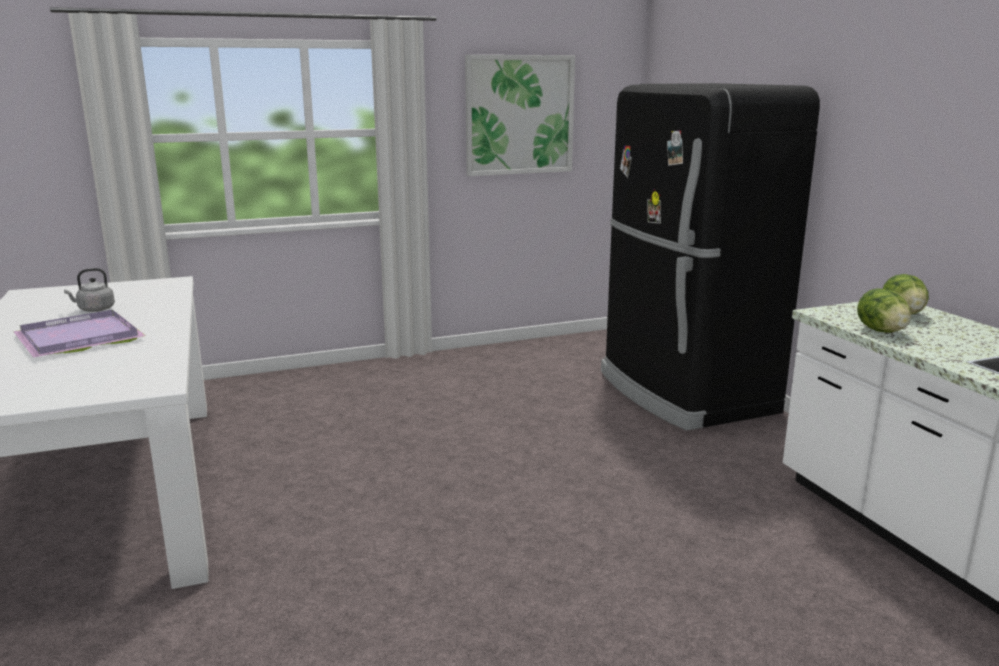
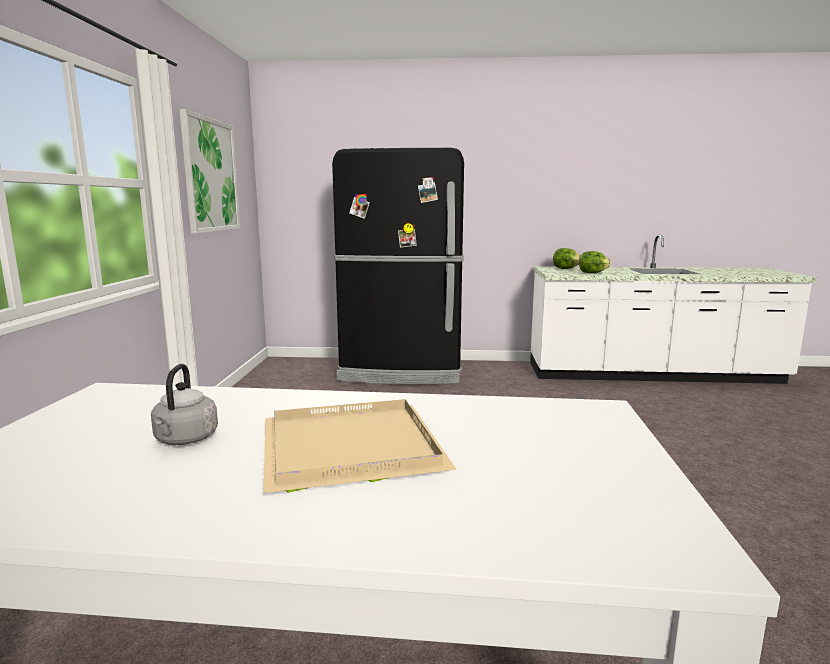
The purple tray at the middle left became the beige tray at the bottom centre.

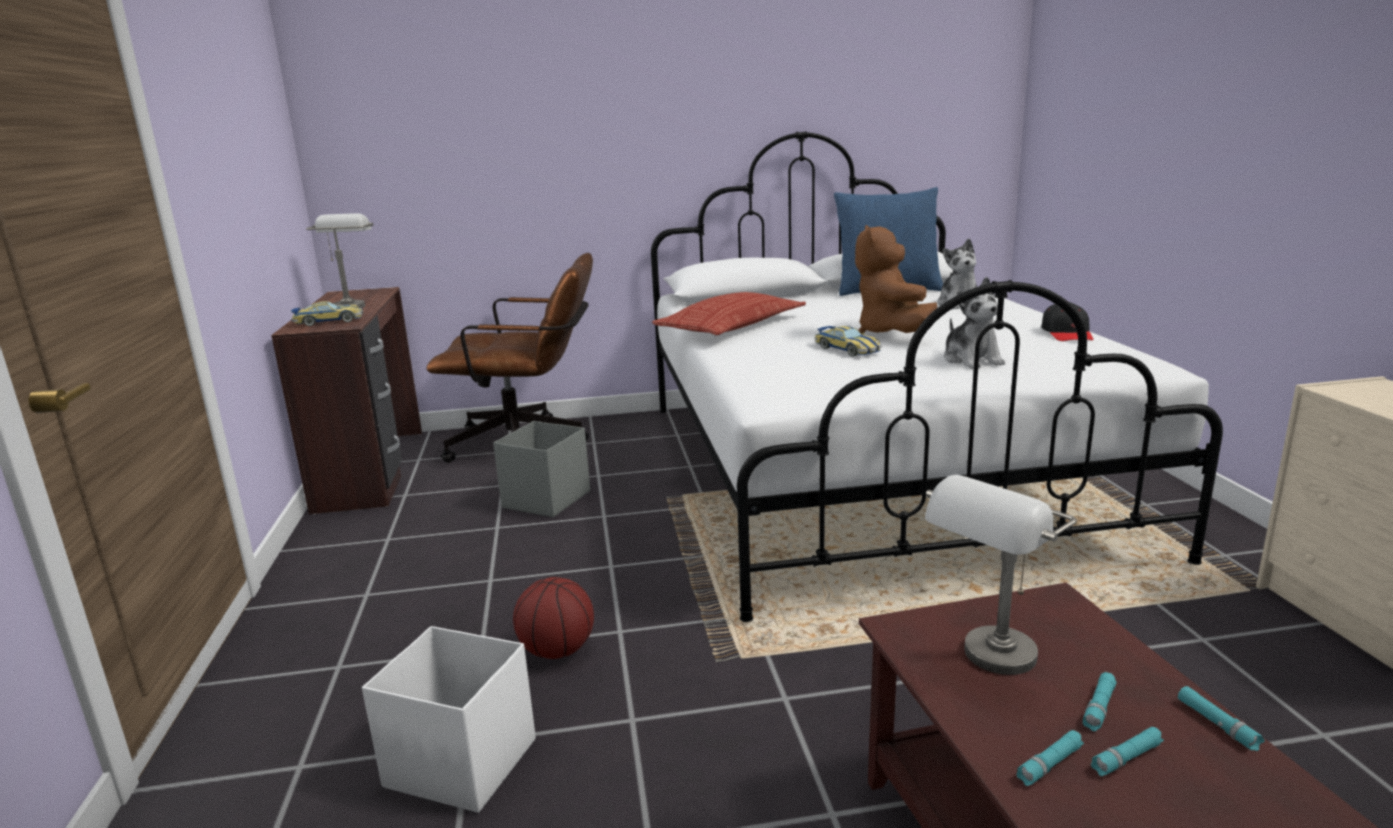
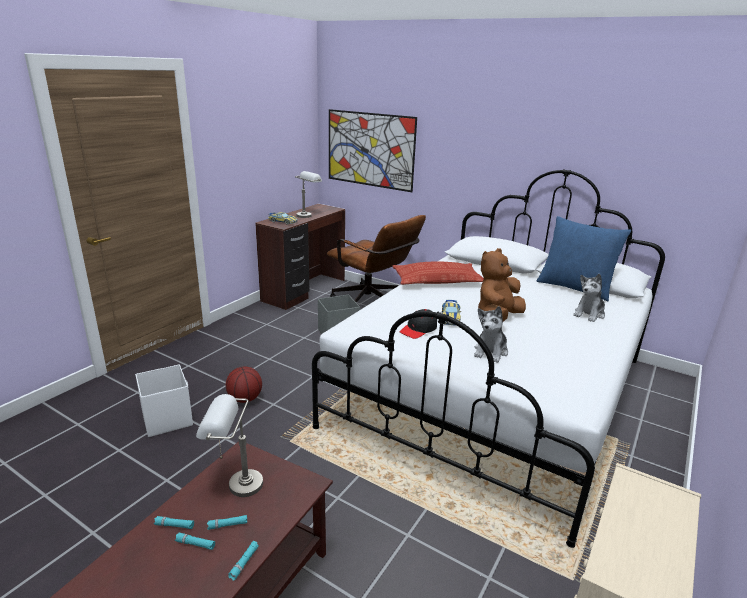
The black cap moved from the middle right to the centre.
The picture at the top centre appeared.

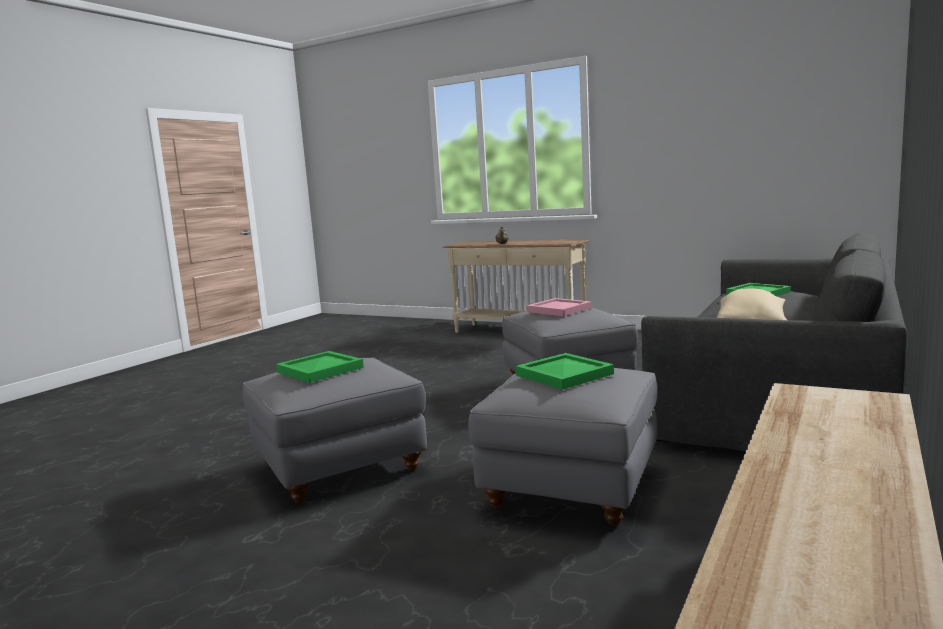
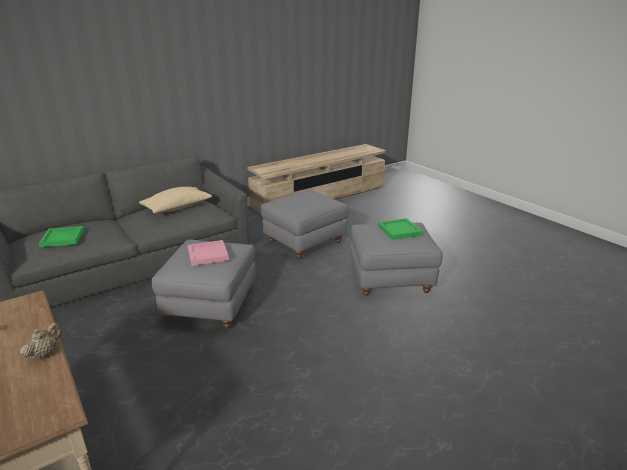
The green tray (no. 2 from left) at the centre disappeared.

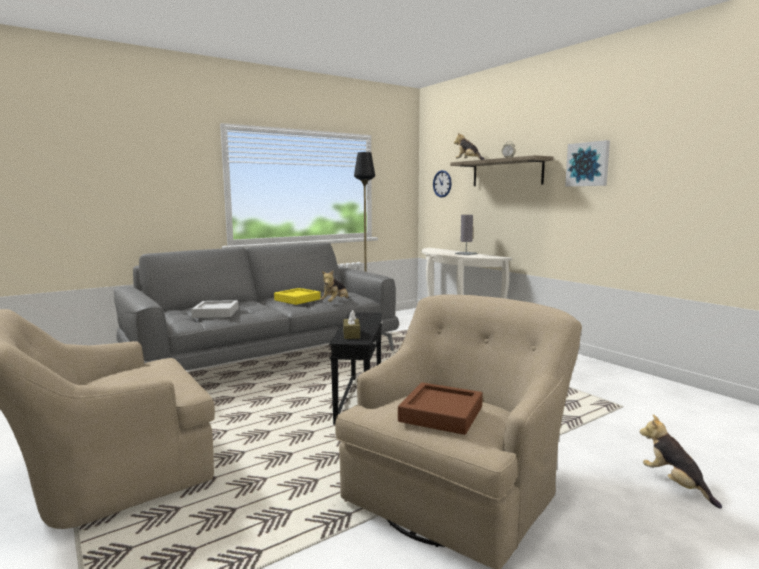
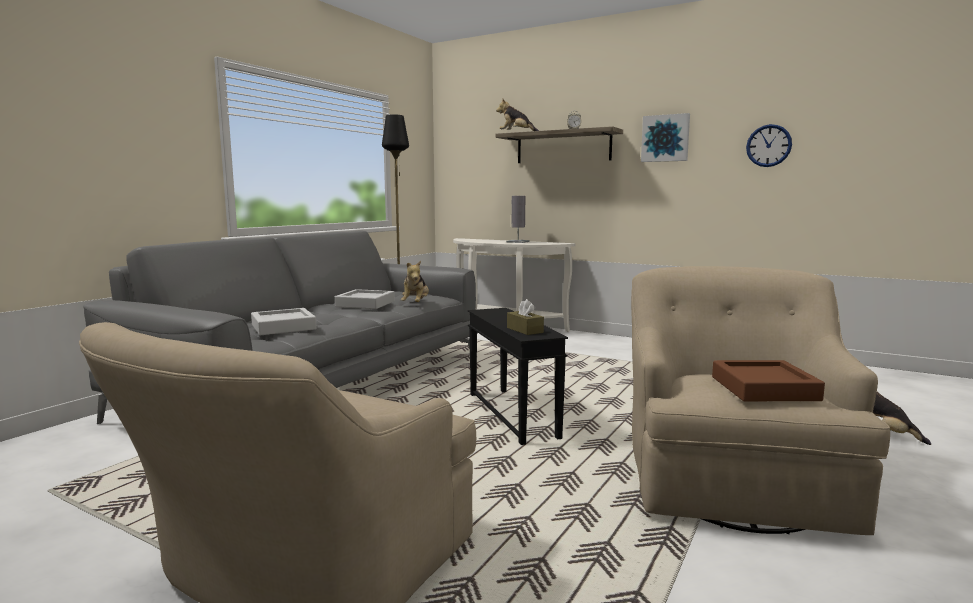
The yellow tray at the centre became the grey tray (no. 2 from left) at the centre.
The wall clock moved from the top centre to the top right.

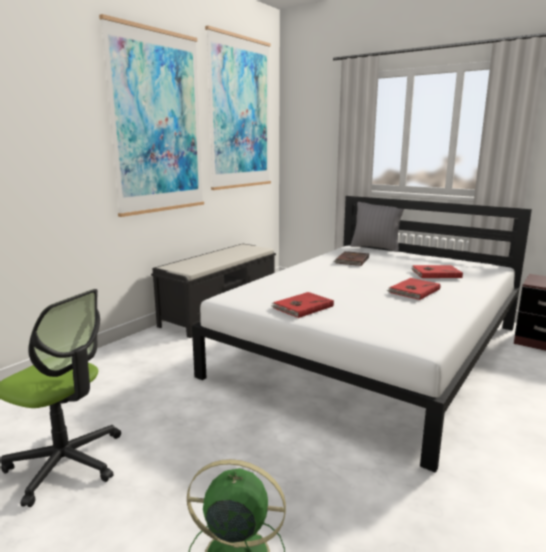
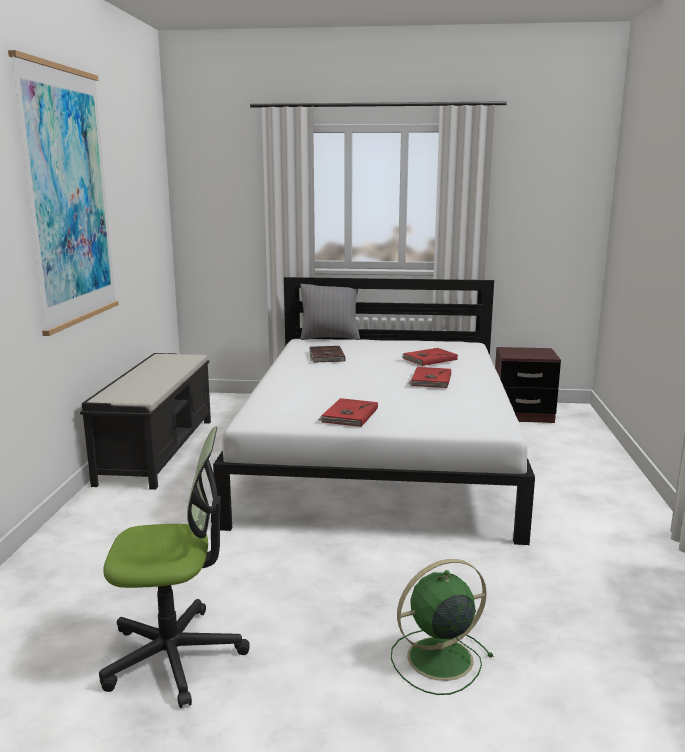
The picture (no. 2 from left) at the top centre disappeared.

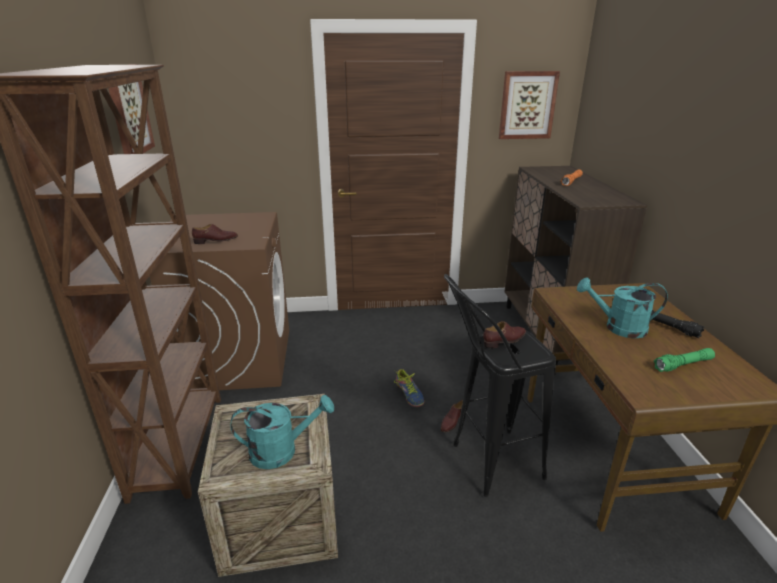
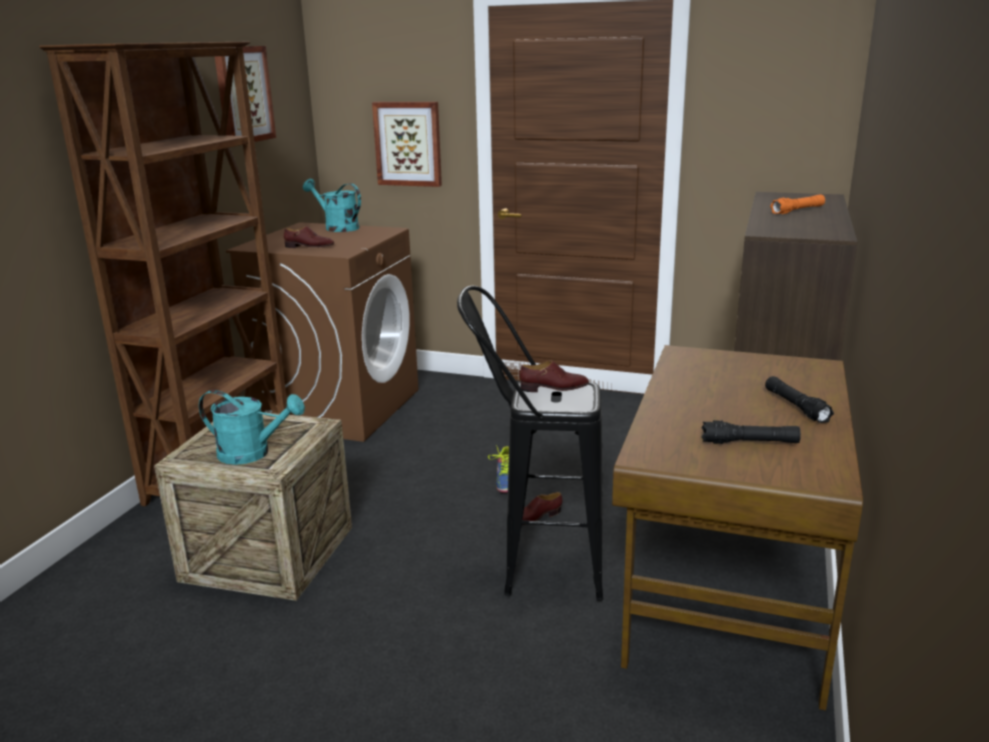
The picture (no. 2 from left) moved from the top right to the top centre.
The turquoise watering can (no. 2 from left) moved from the middle right to the top centre.
The green flashlight at the middle right became the black flashlight (no. 1 from left) at the middle right.

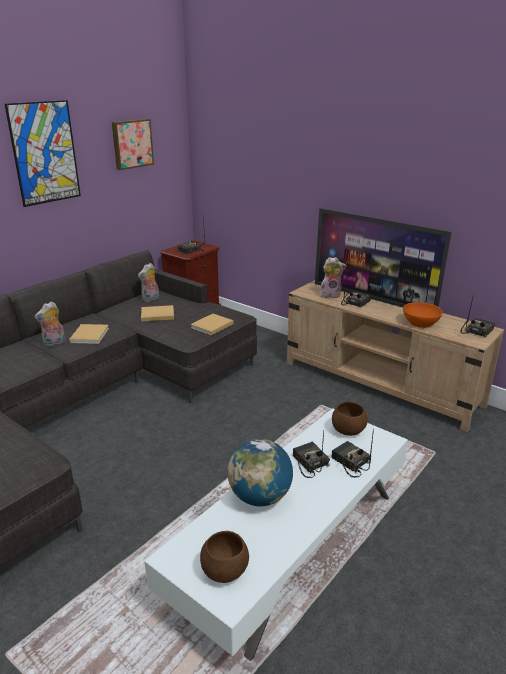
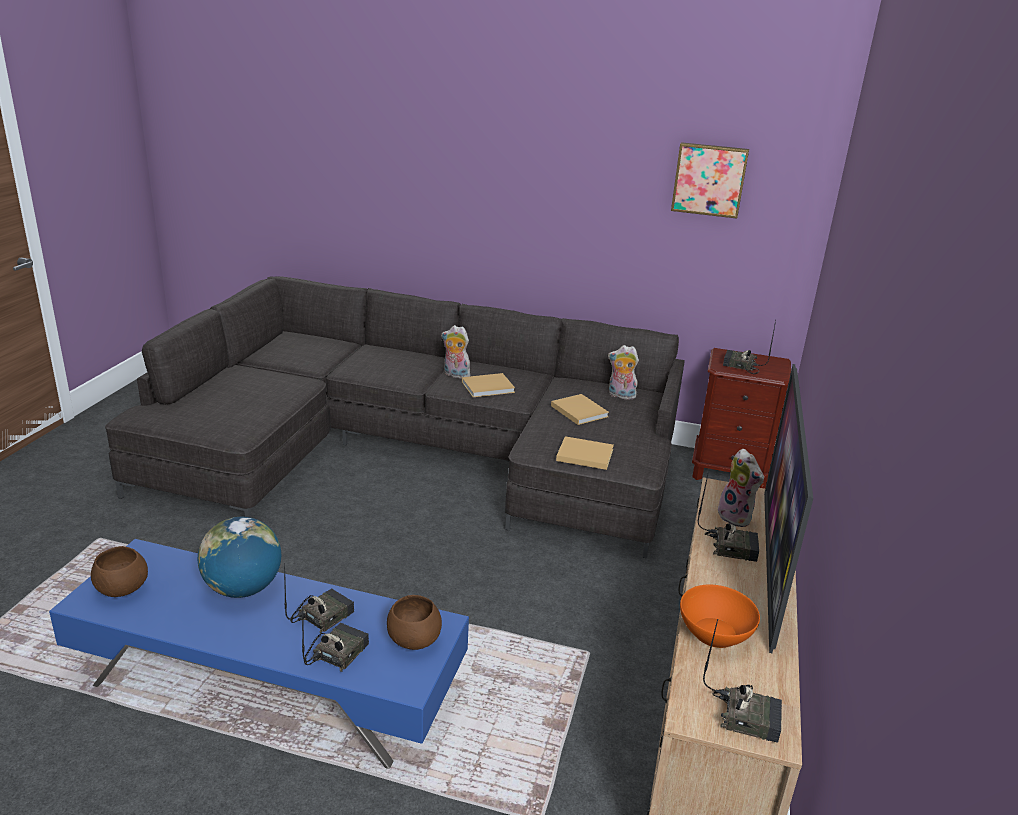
The picture (no. 1 from left) at the top left disappeared.
The white coffee table at the bottom centre became the blue coffee table at the bottom left.

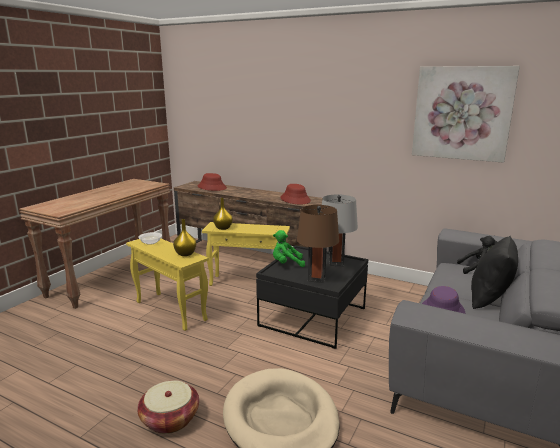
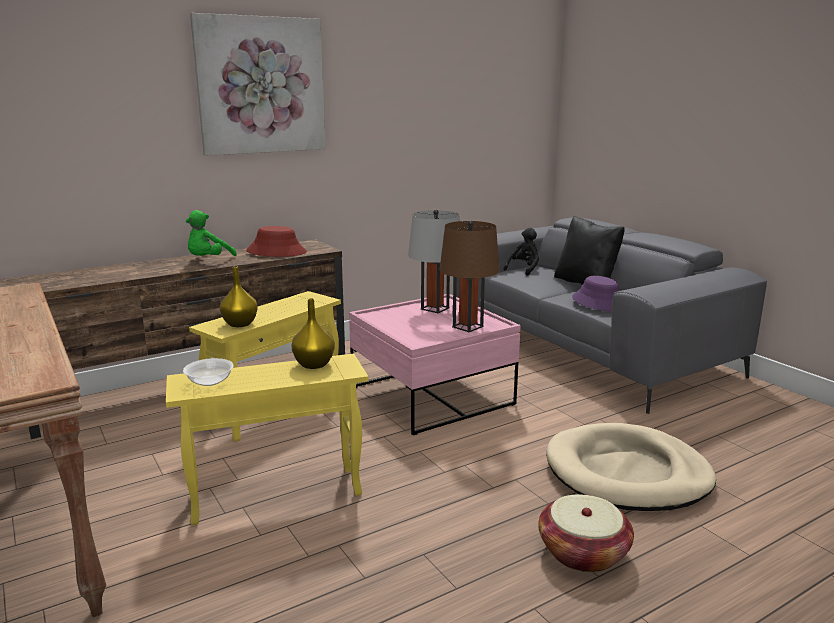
The red hat (no. 1 from left) at the centre disappeared.
The black coffee table at the centre became the pink coffee table at the centre.
The green plush toy moved from the centre to the middle left.
The picture moved from the top right to the top left.

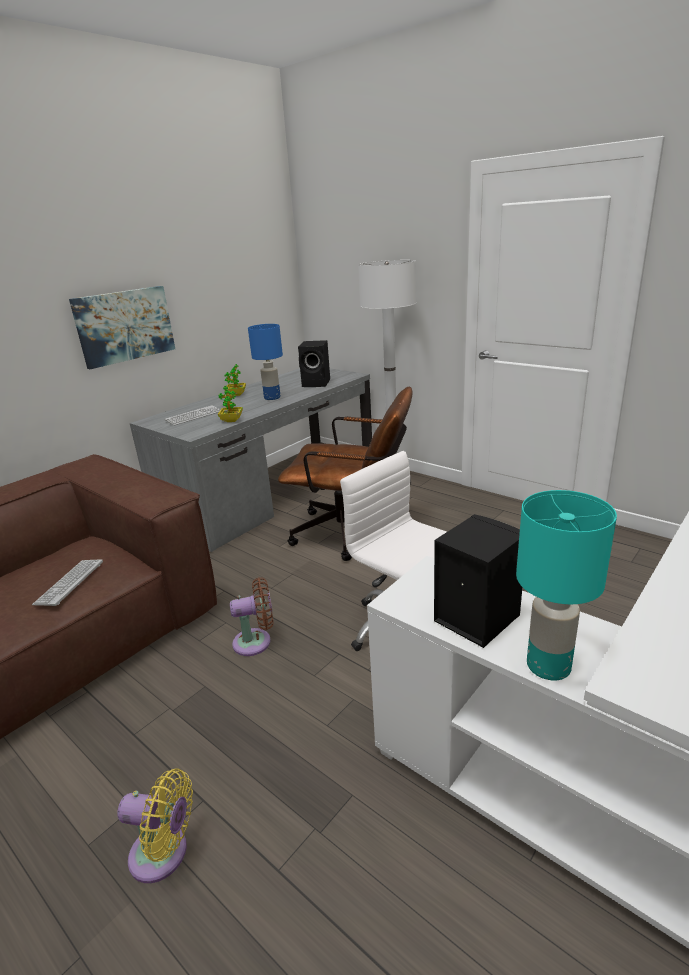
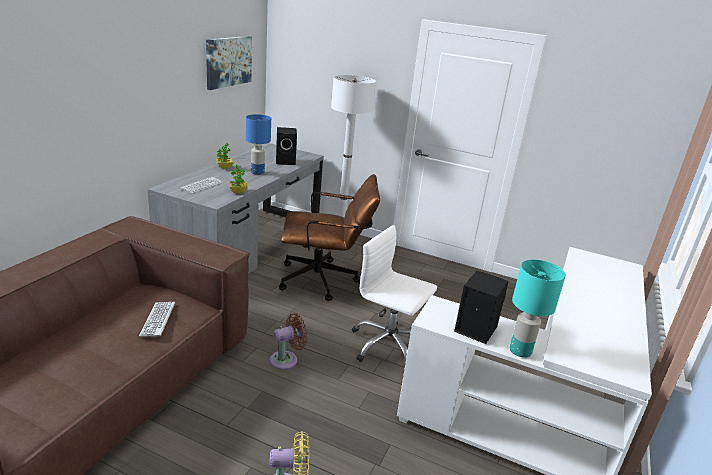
The picture moved from the middle left to the top left.

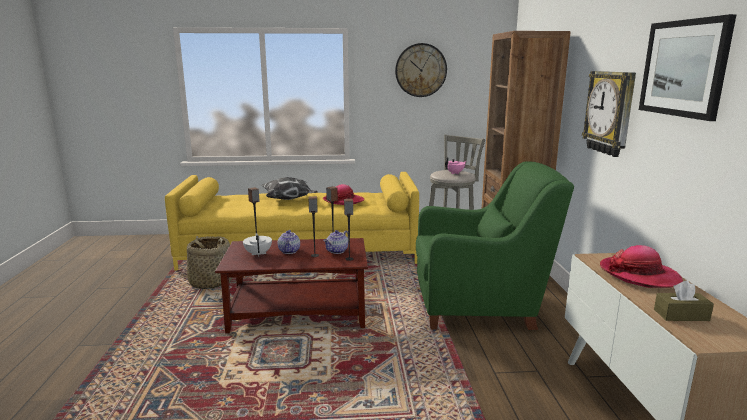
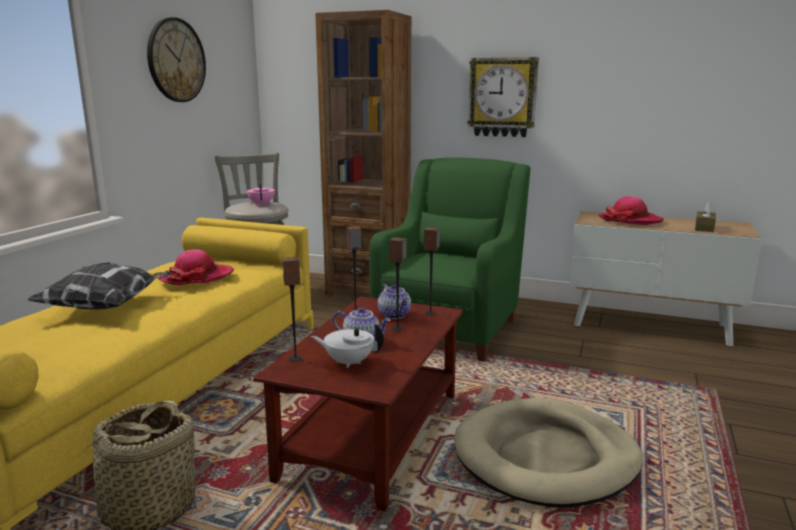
The picture at the top right disappeared.
The beige dog bed at the bottom right appeared.

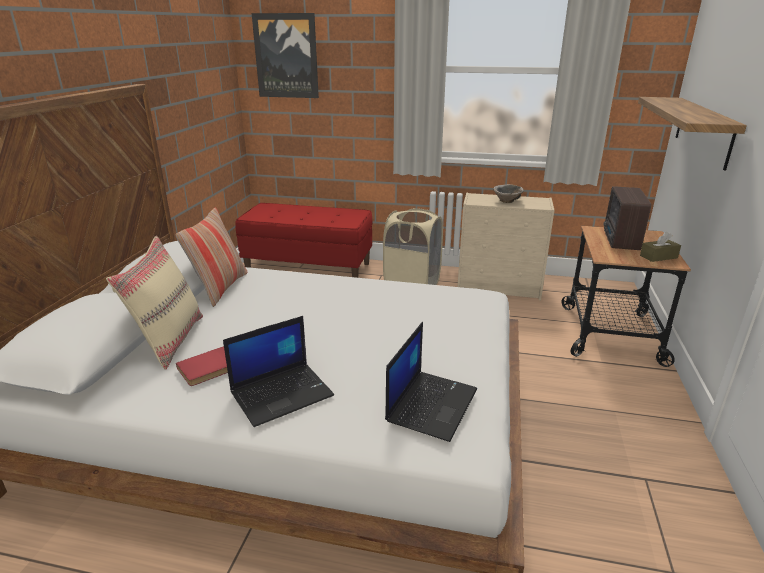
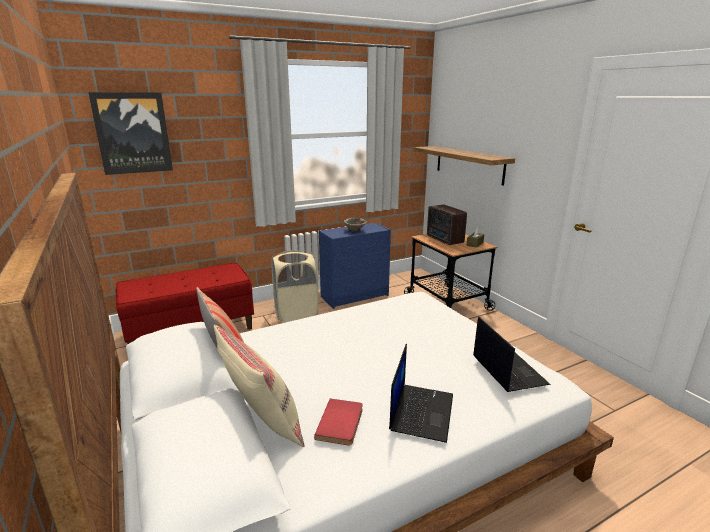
The beige dresser at the centre became the blue dresser at the centre.

